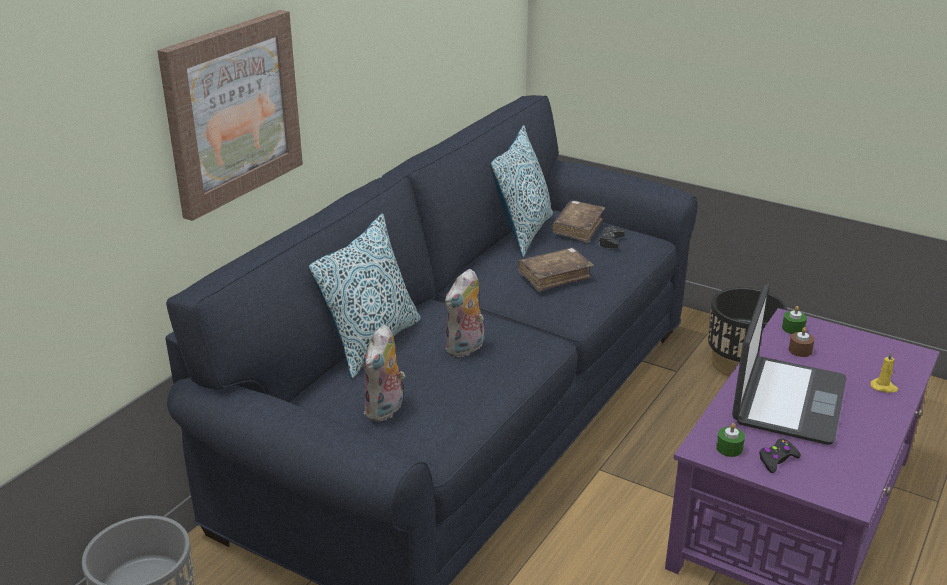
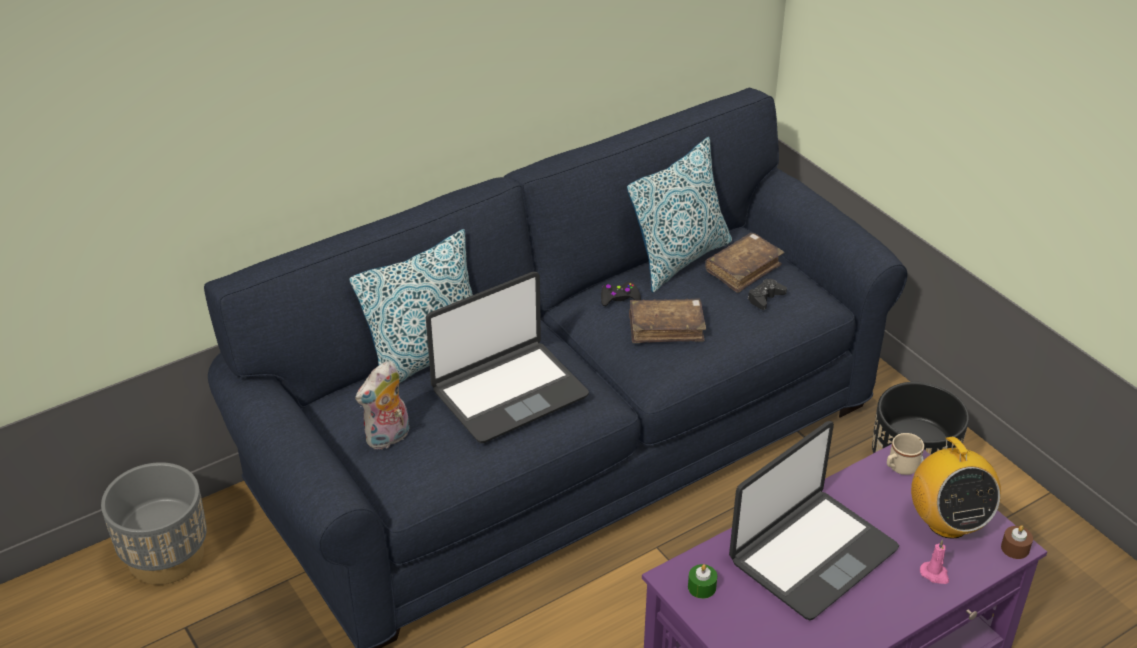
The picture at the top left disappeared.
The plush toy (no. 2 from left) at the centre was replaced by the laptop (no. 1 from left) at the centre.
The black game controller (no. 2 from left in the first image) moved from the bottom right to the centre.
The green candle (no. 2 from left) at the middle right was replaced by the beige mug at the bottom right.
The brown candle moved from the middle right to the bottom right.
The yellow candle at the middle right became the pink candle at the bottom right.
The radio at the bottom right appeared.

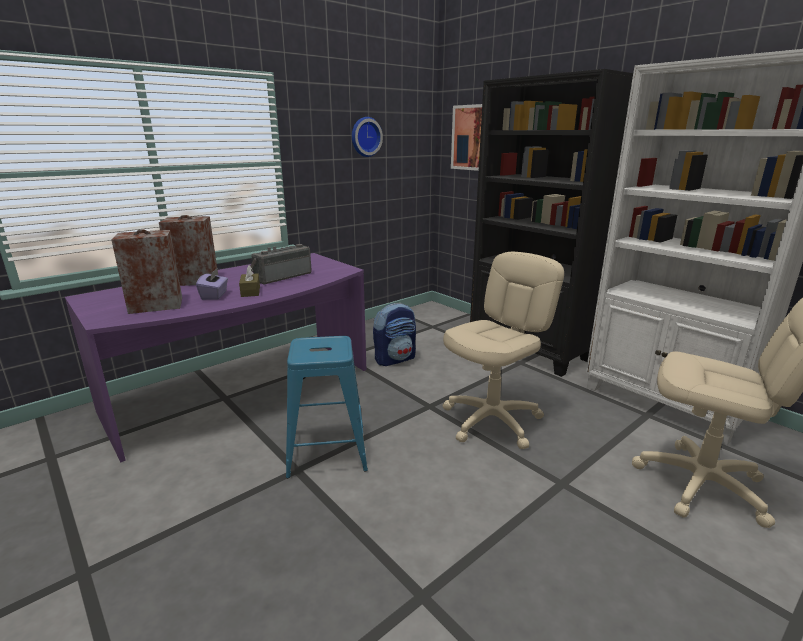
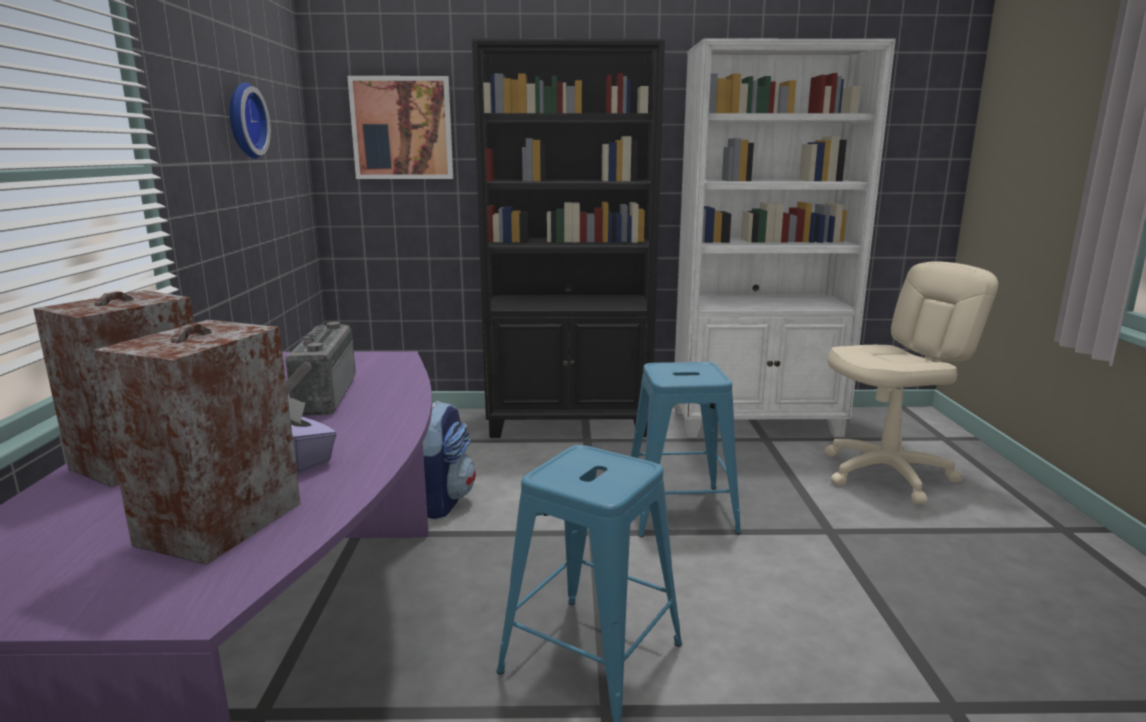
The brown tissue box at the middle left disappeared.
The beige office chair (no. 1 from left) at the centre was replaced by the blue stool (no. 2 from left) at the centre.

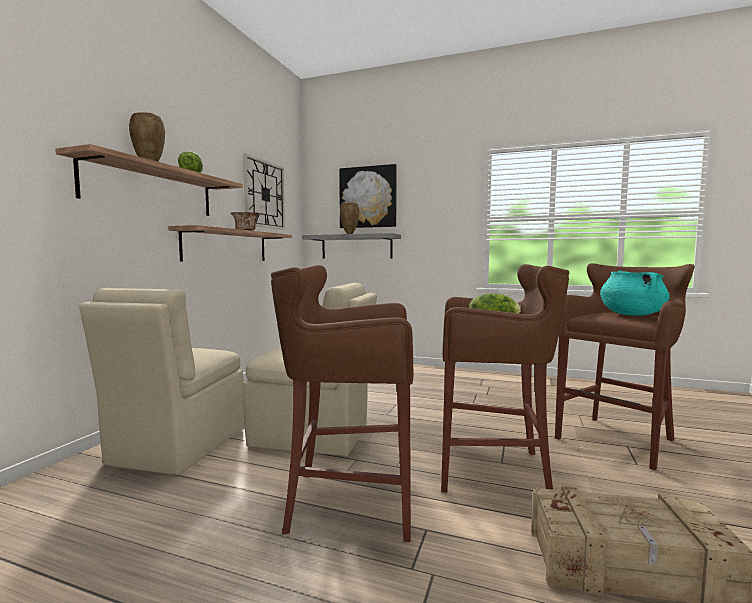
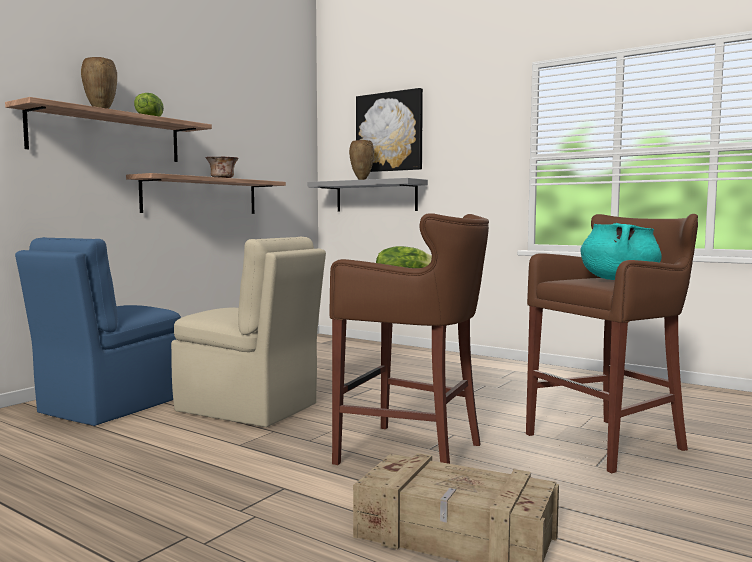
The beige chair (no. 1 from left) at the middle left became the blue chair at the middle left.
The wall clock at the top centre disappeared.
The brown stool (no. 1 from left) at the bottom centre disappeared.

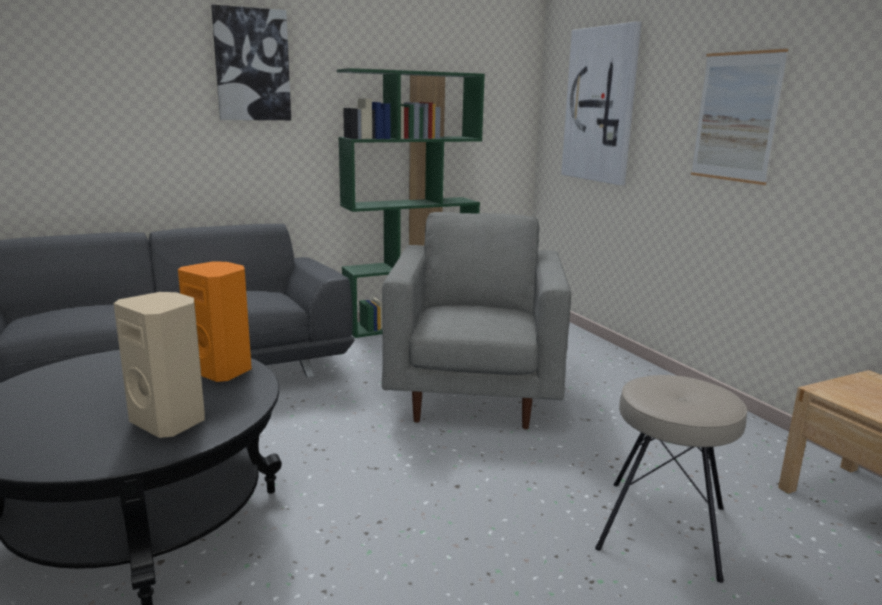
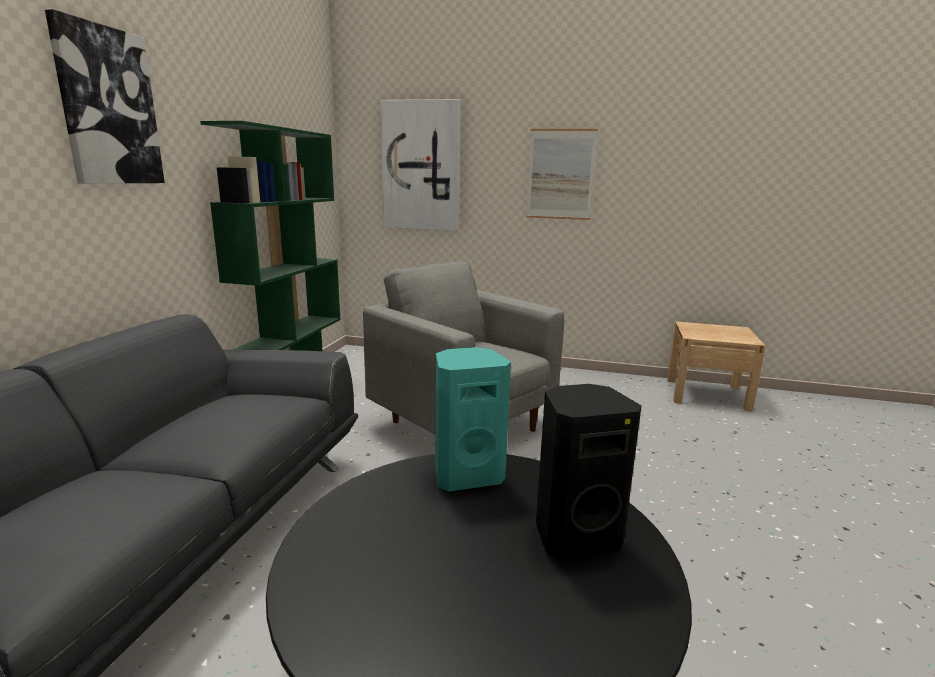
The beige speaker at the middle left became the black speaker at the bottom centre.
The orange speaker at the middle left became the turquoise speaker at the centre.
The beige stool at the bottom right disappeared.

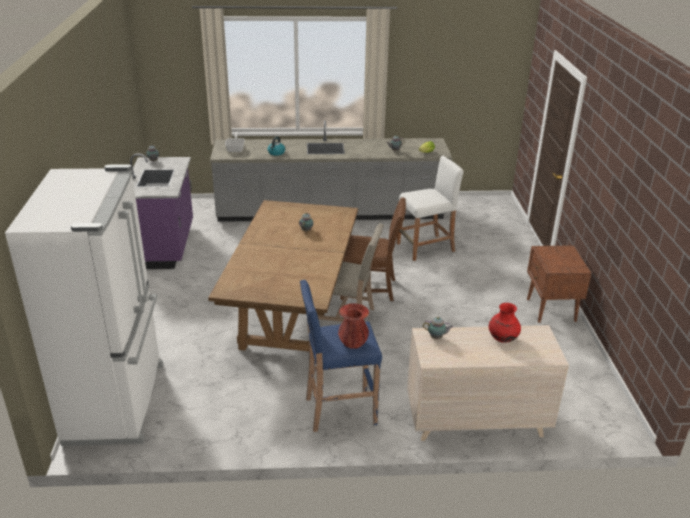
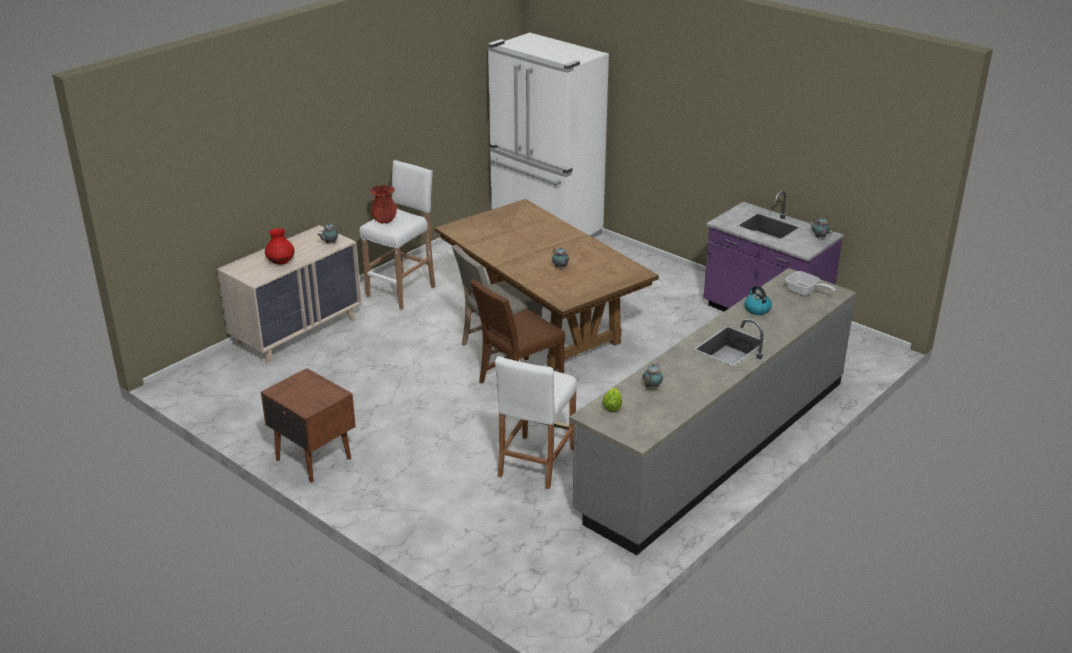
The blue stool at the bottom centre became the white stool (no. 1 from left) at the centre.

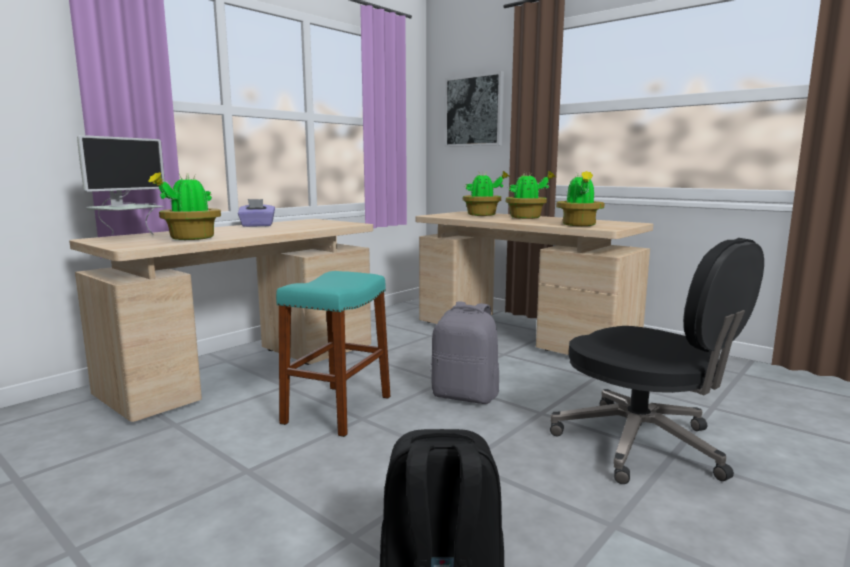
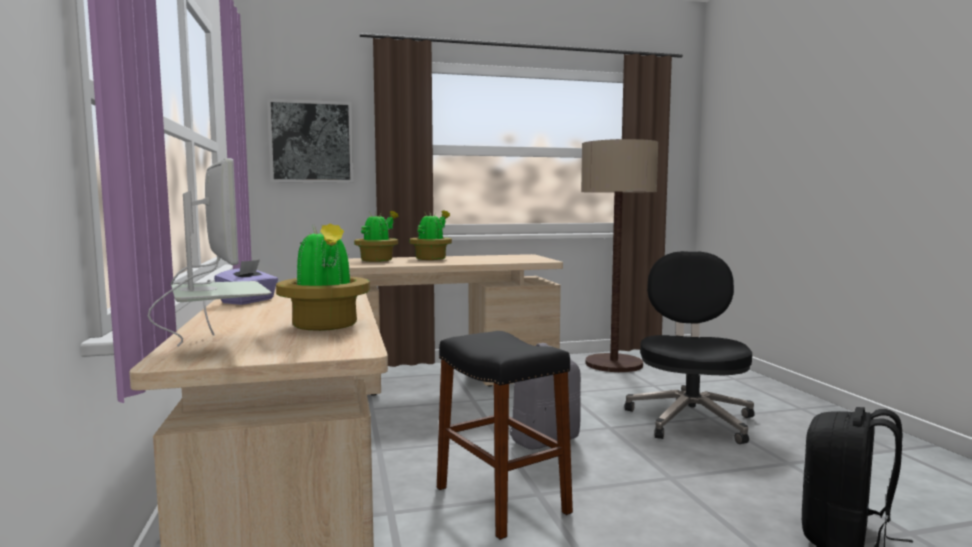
The turquoise stool at the centre became the black stool at the bottom centre.
The black office chair at the middle right turned 75 degrees counterclockwise.
The potted plant (no. 4 from left) at the middle right disappeared.
The floor lamp at the centre appeared.

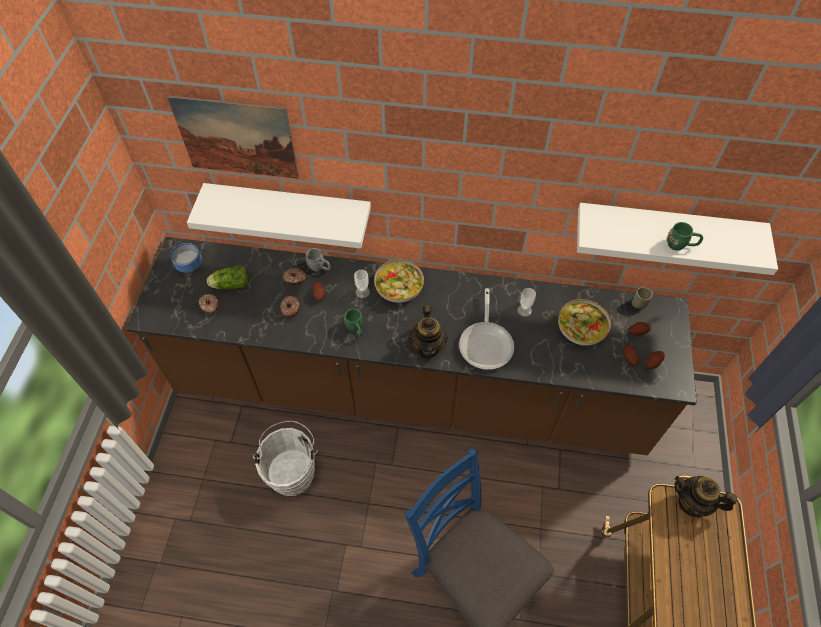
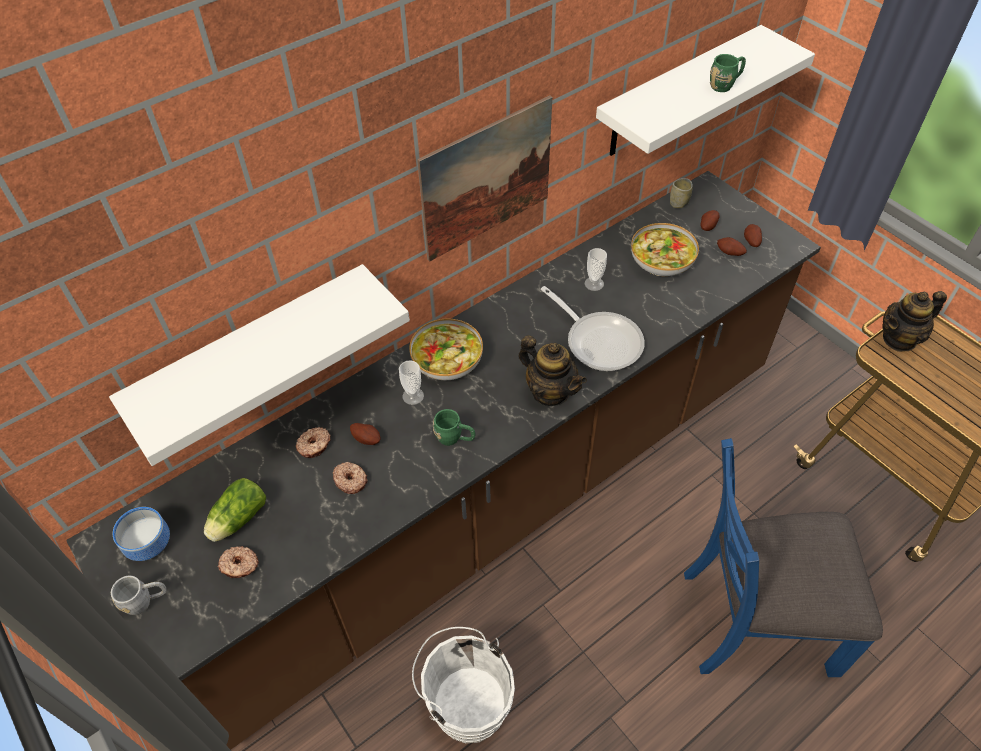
The picture moved from the top left to the top centre.
The grey mug moved from the centre to the bottom left.

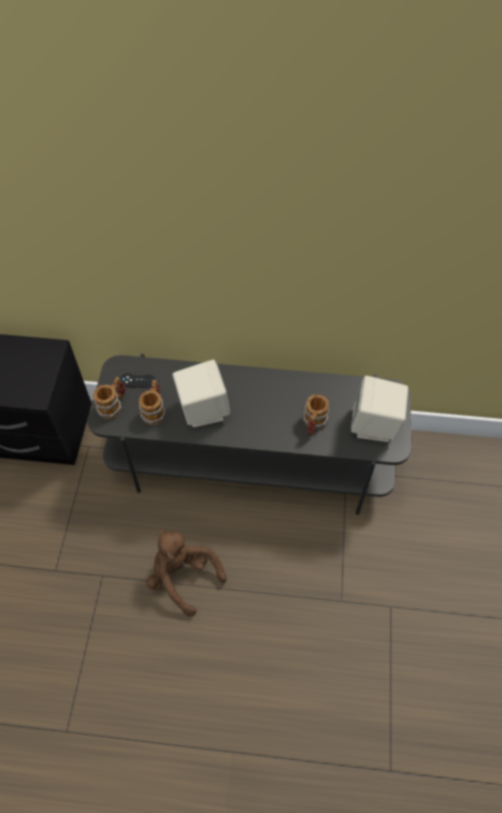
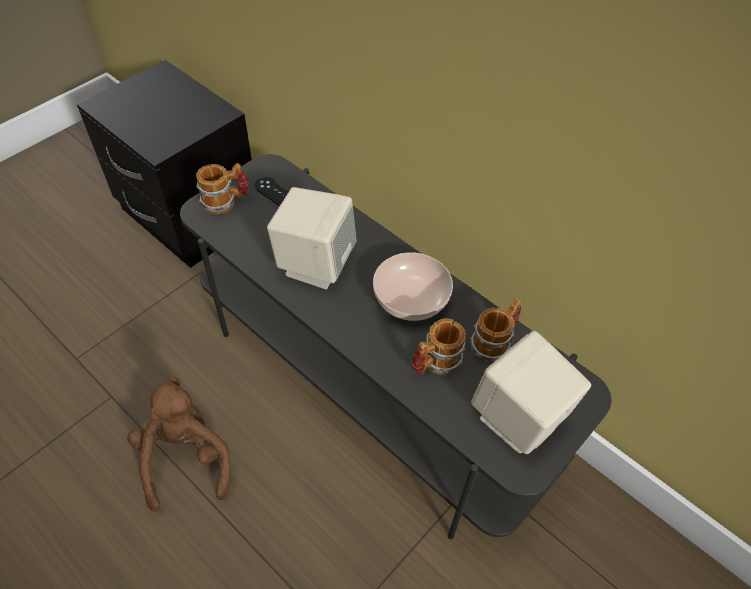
The mug (no. 2 from left in the first image) moved from the middle left to the centre.
The bowl at the centre appeared.

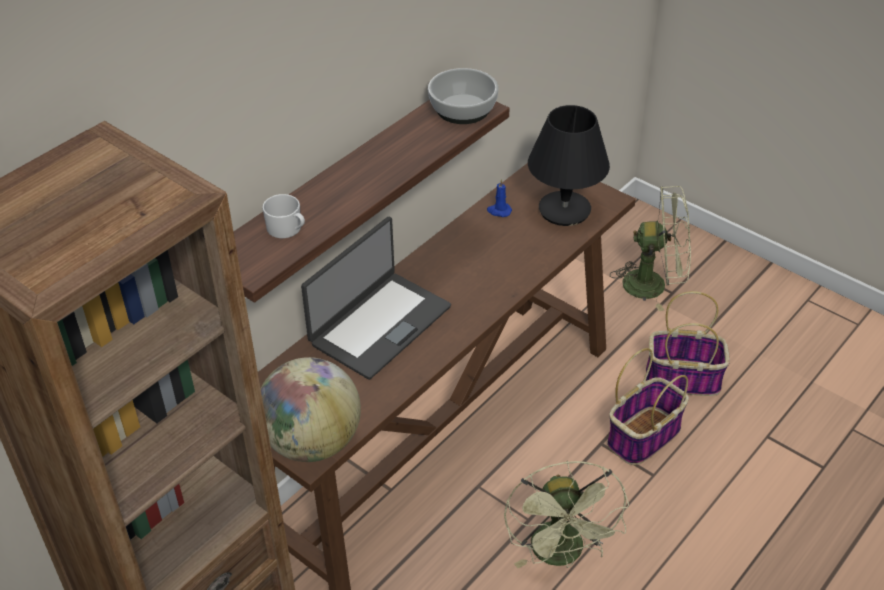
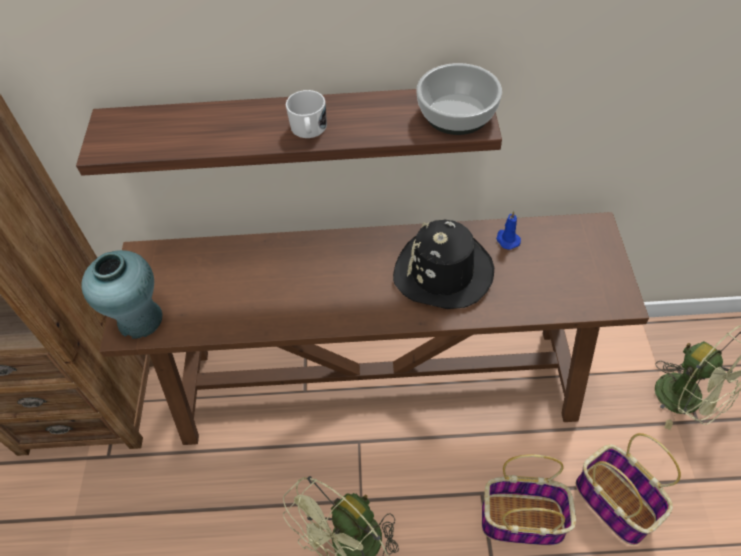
The globe at the bottom centre was replaced by the turquoise vase at the middle left.
The white mug moved from the middle left to the top centre.
The laptop at the centre disappeared.
The black table lamp at the top centre disappeared.
The black hat at the centre appeared.

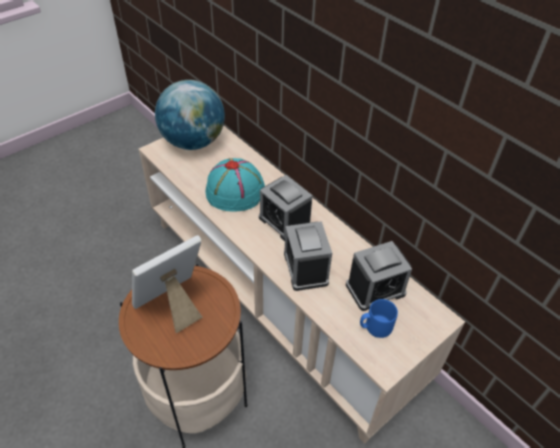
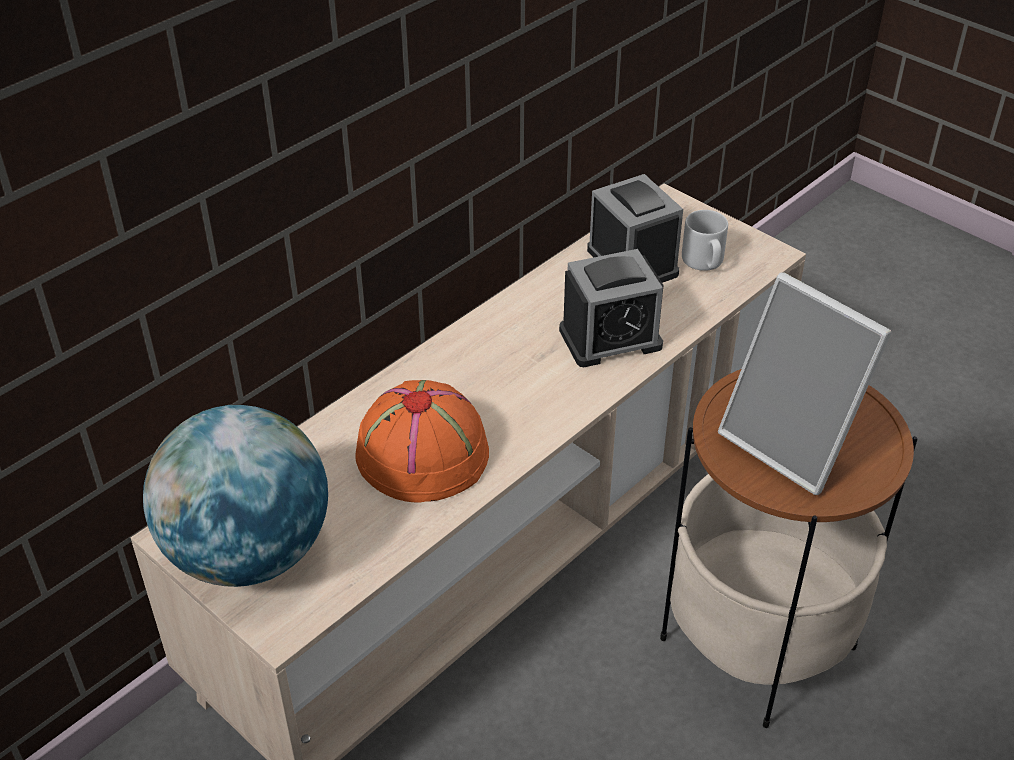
The turquoise hat at the centre became the orange hat at the centre.
The alarm clock (no. 1 from left) at the centre disappeared.
The blue mug at the bottom right became the grey mug at the top right.

